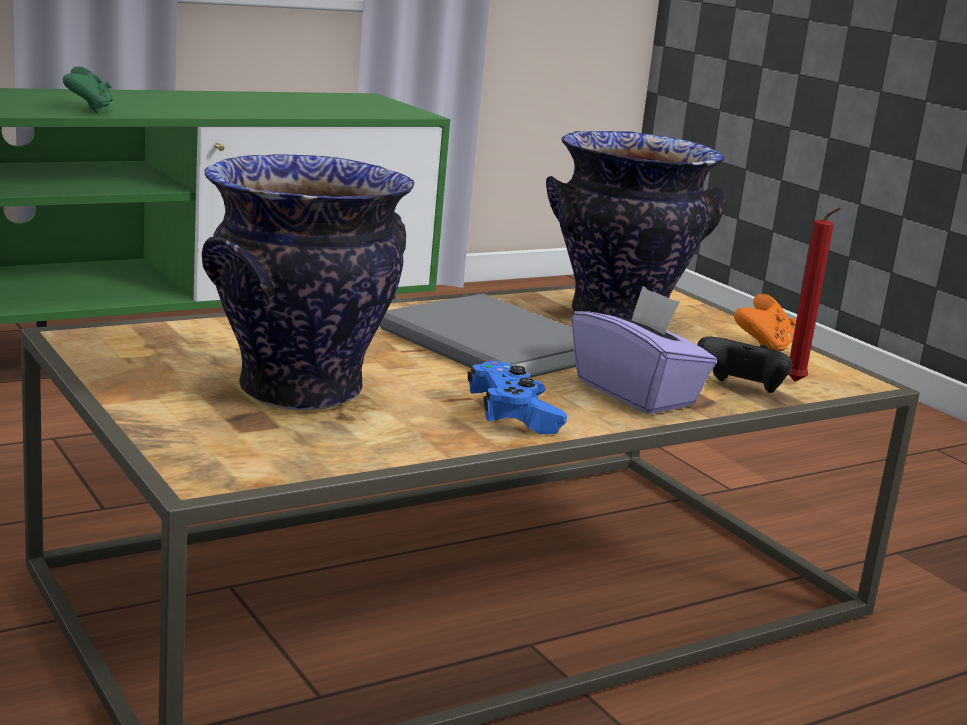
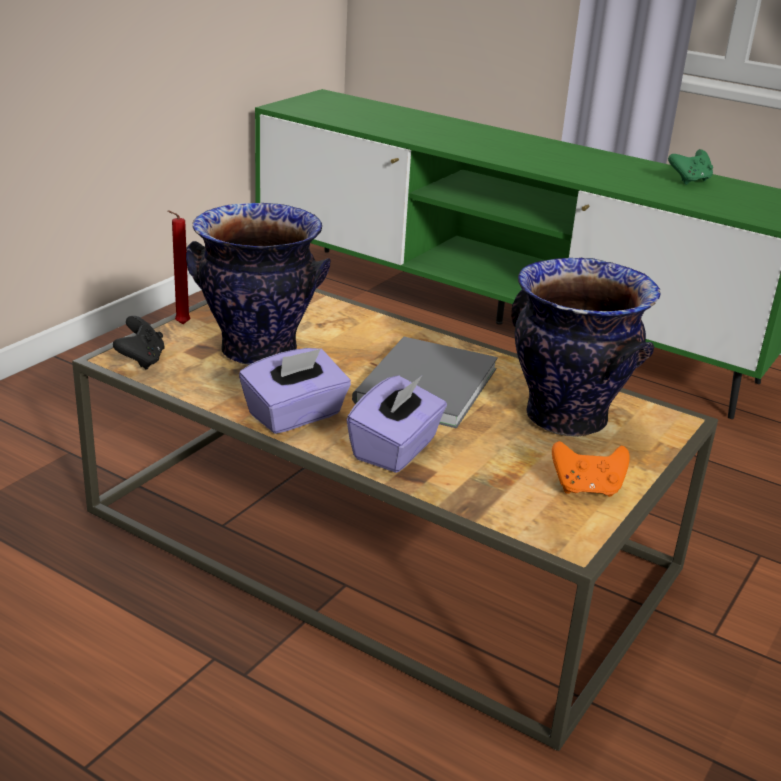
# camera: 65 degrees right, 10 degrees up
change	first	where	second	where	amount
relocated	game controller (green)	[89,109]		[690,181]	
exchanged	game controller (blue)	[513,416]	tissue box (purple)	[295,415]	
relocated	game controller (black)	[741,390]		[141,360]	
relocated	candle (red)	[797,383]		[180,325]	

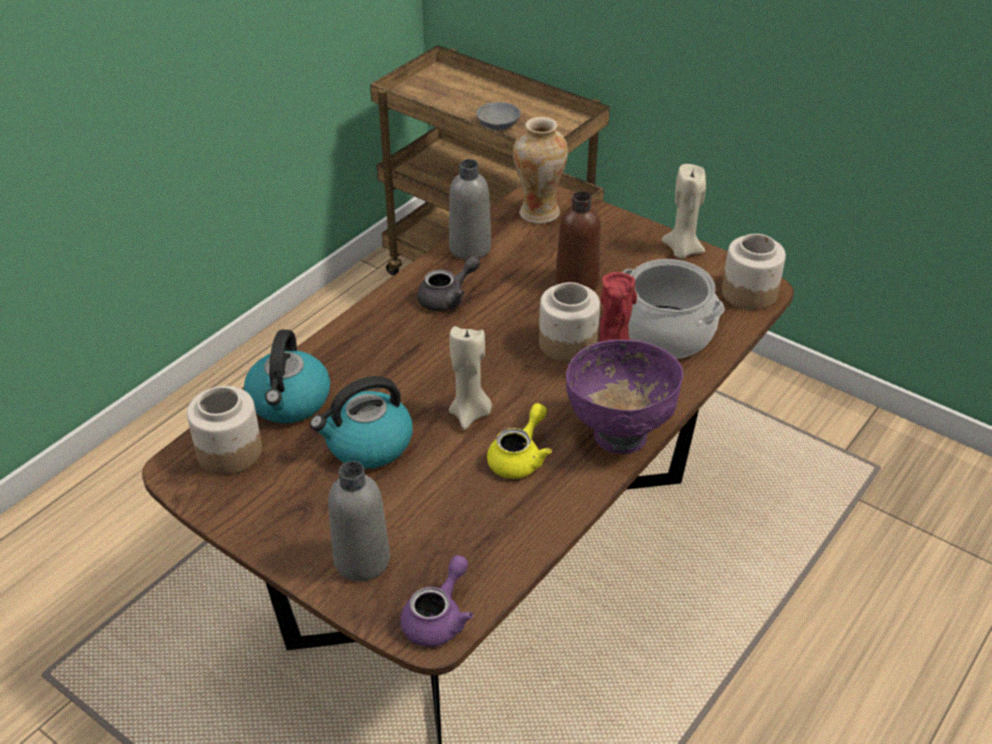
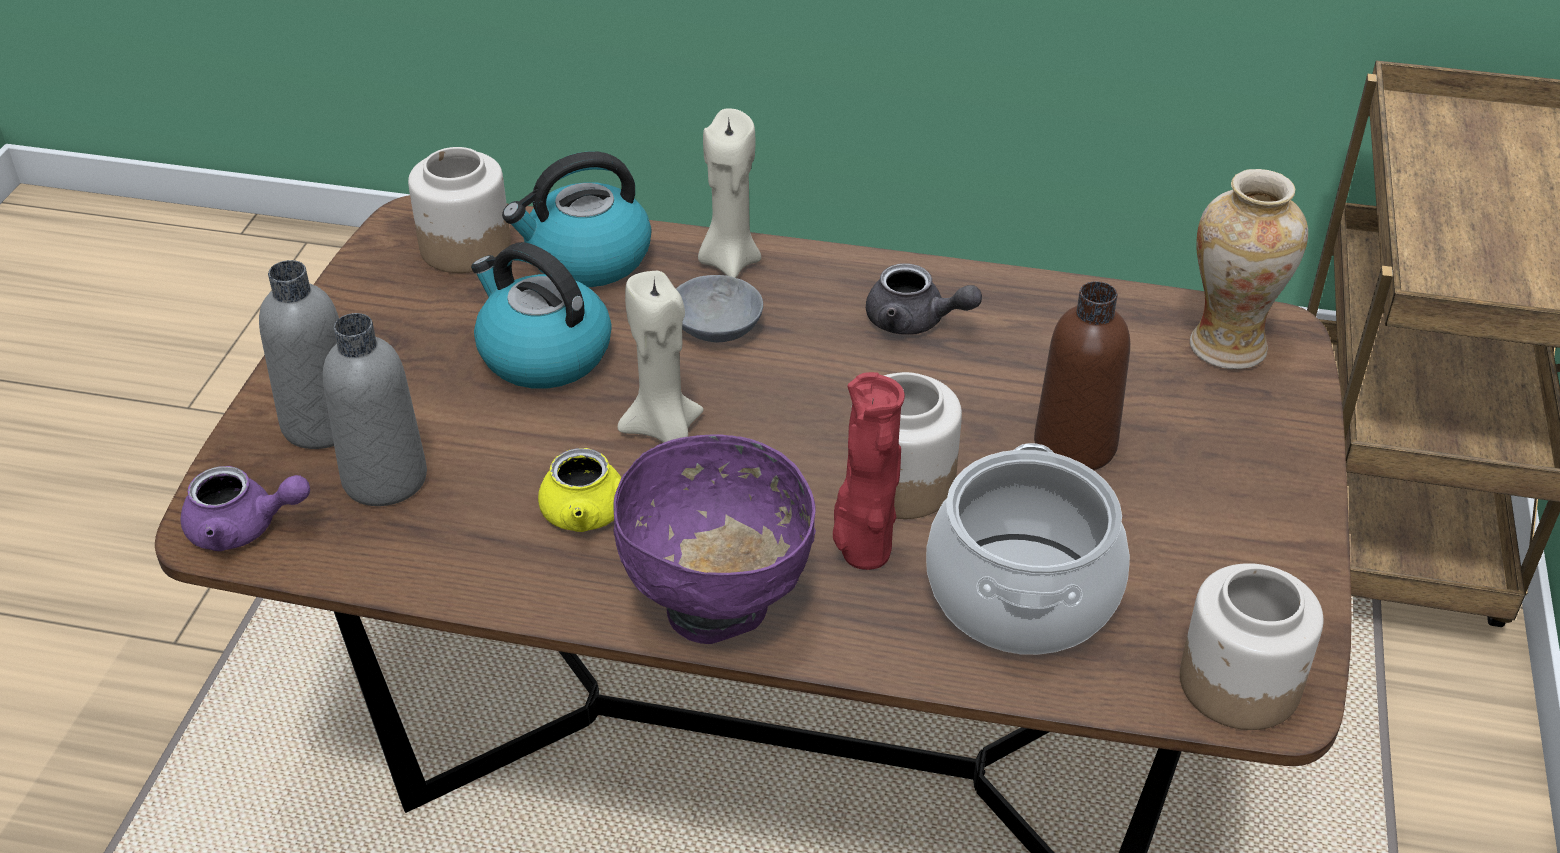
# camera: 65 degrees right, 0 degrees up
change	first	where	second	where	amount
relocated	bottle (grey)	[470,248]		[385,478]	
relocated	bowl (grey)	[498,125]		[714,328]	
relocated	candle (beige)	[682,251]		[729,261]	

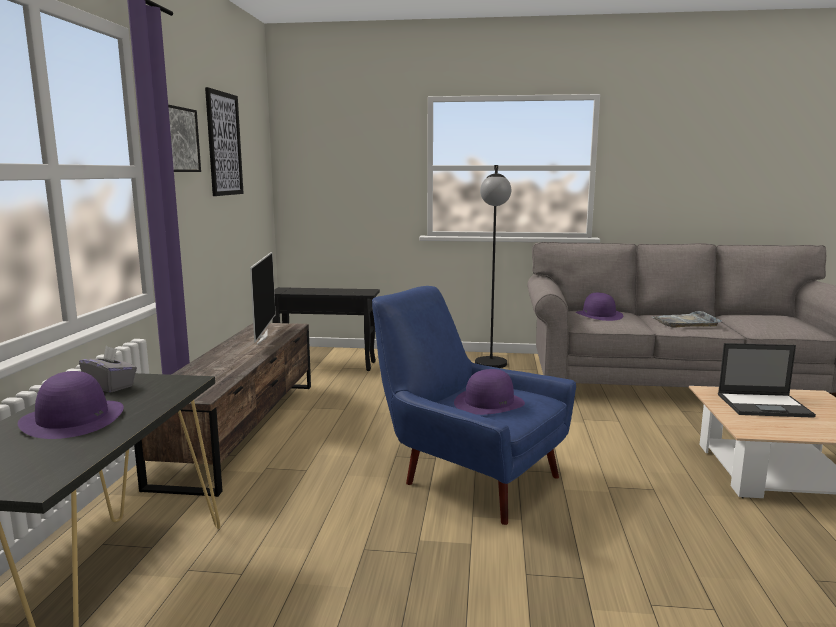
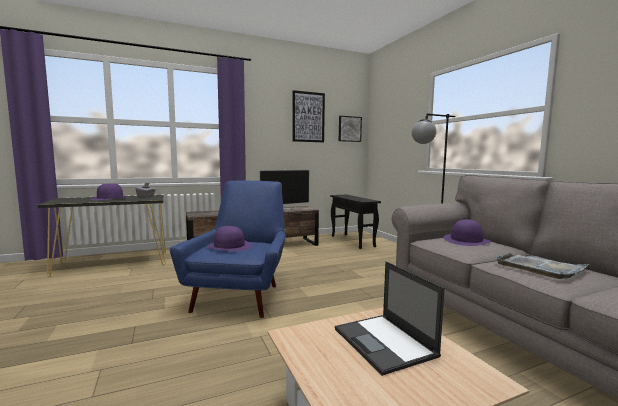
# camera: 60 degrees right, 5 degrees down
change	first	where	second	where	amount
relocated	picture	[177,140]		[349,129]	

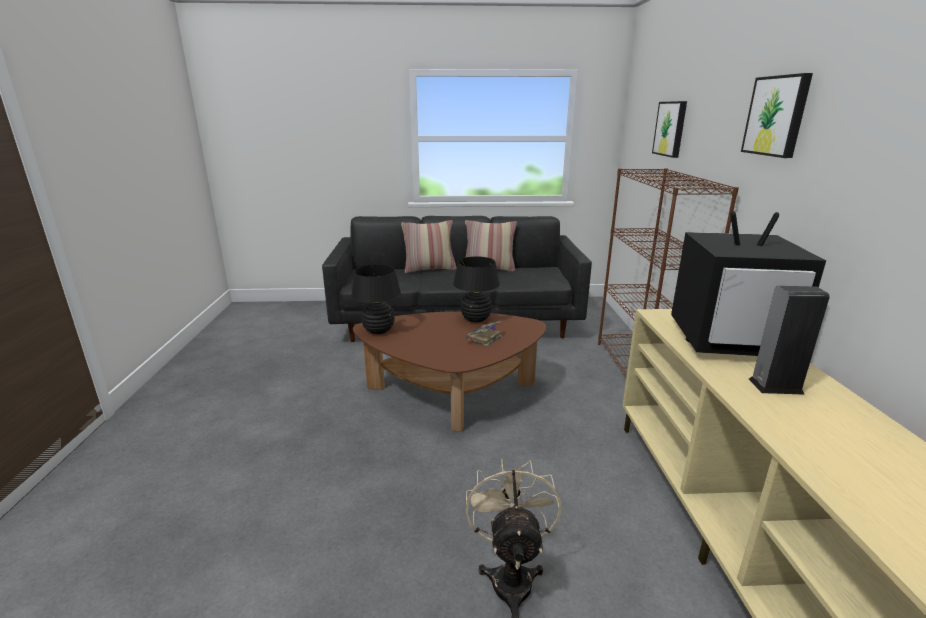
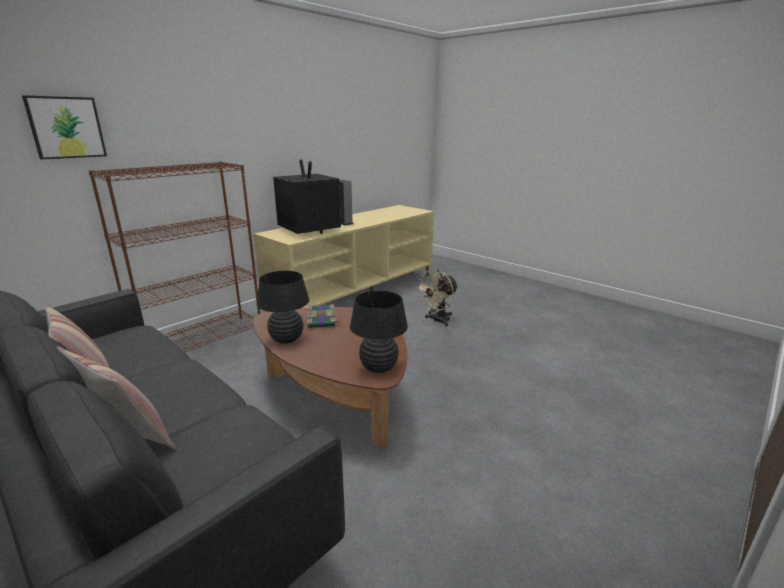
# camera: 135 degrees left, 0 degrees up
change	first	where	second	where	amount
missing	picture	[777,116]			

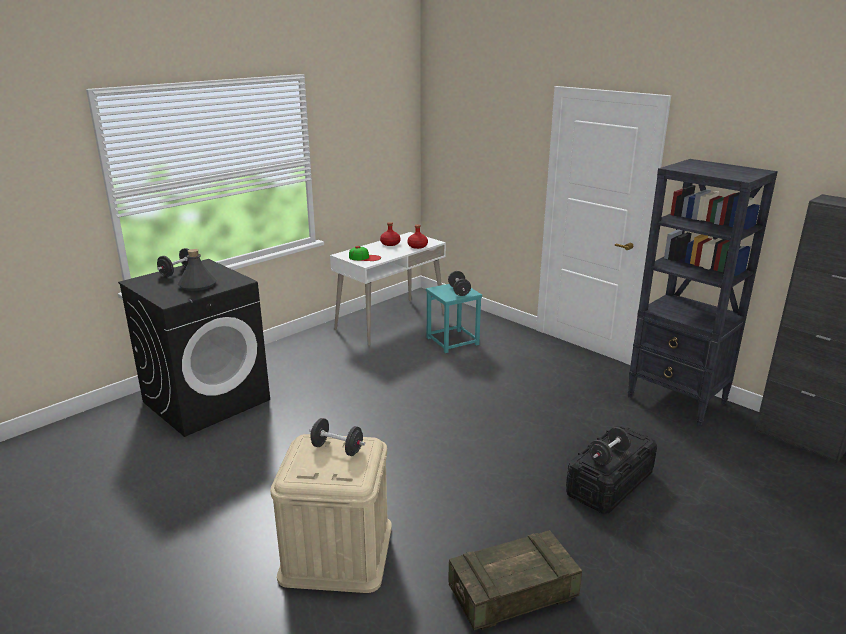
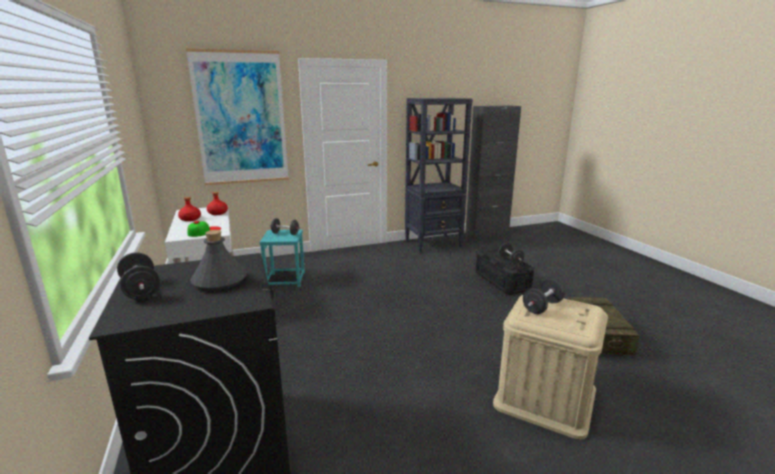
# camera: 65 degrees left, 5 degrees down
change	first	where	second	where	amount
appeared			picture	[241,119]	

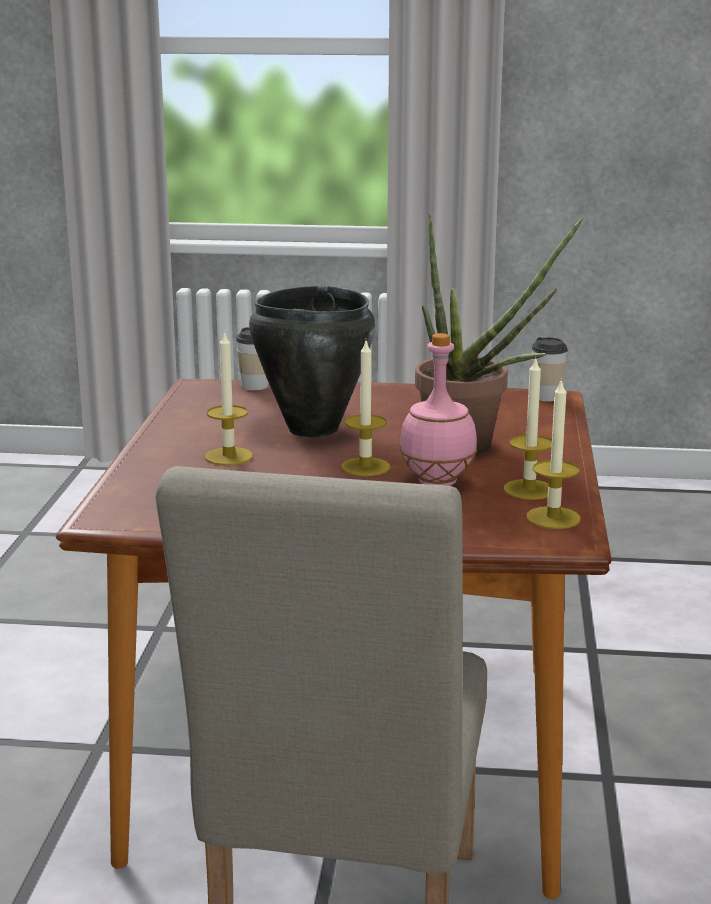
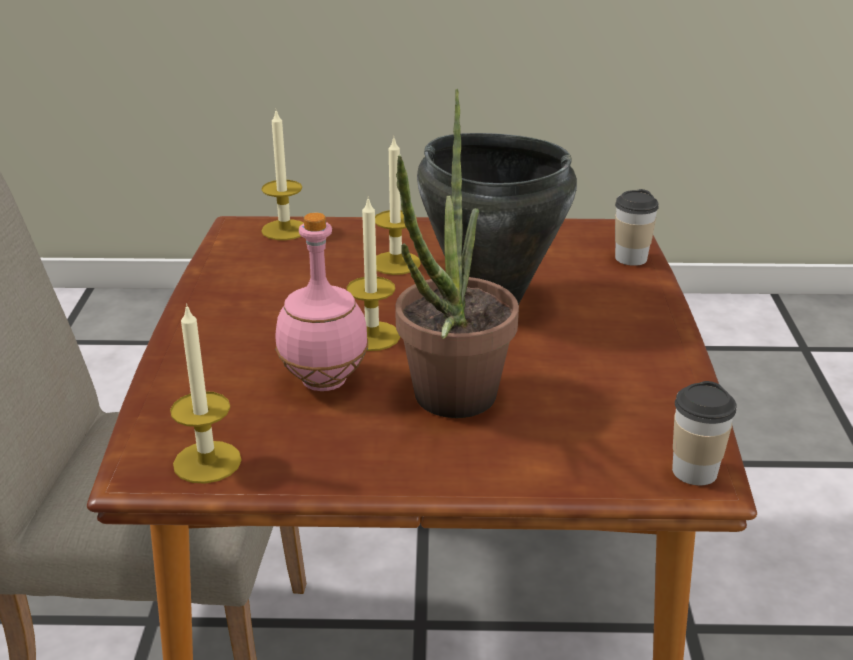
# camera: 85 degrees right, 10 degrees up
change	first	where	second	where	amount
relocated	candle	[529,489]		[285,230]	

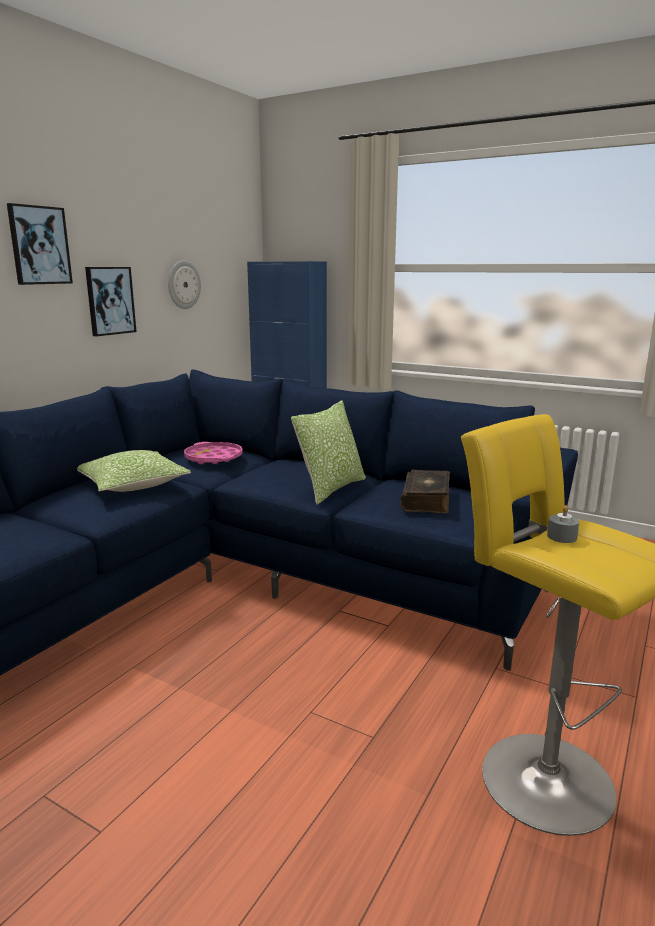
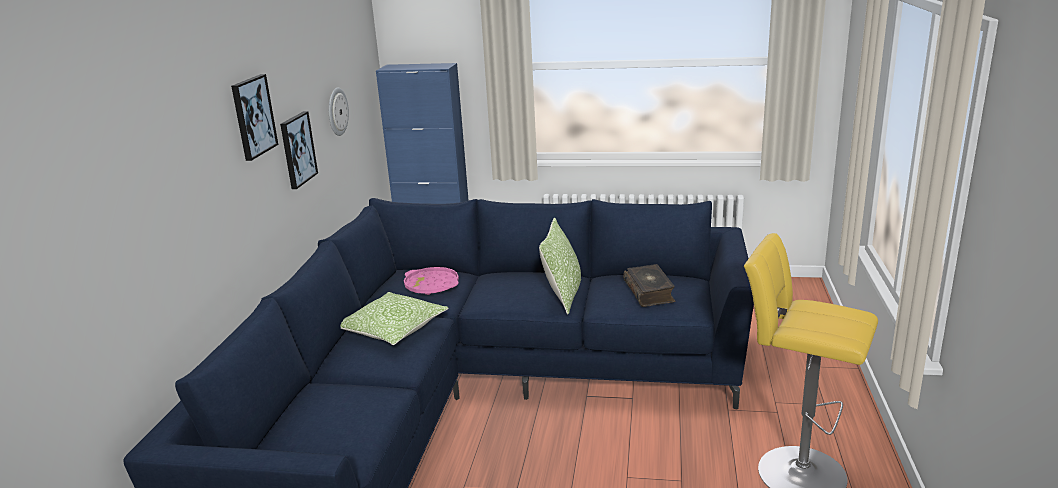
# camera: 20 degrees left, 5 degrees up
change	first	where	second	where	amount
missing	candle (grey)	[562,537]			

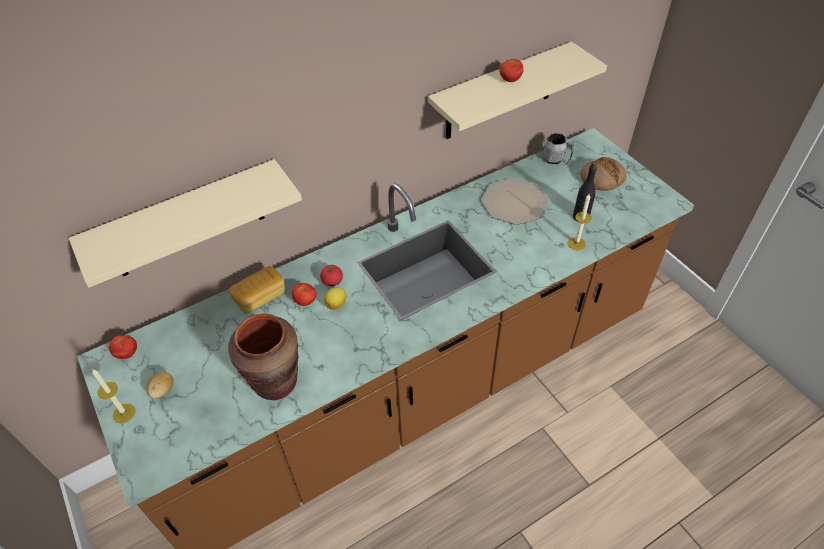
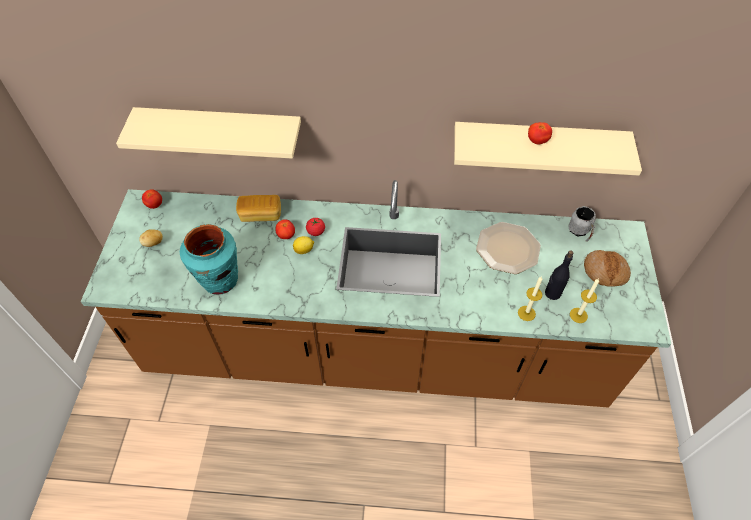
# camera: 35 degrees right, 5 degrees up
change	first	where	second	where	amount
relocated	candle	[124,413]		[578,315]	
colour	vase (brown)	[275,382]	vase (turquoise)	[220,281]	

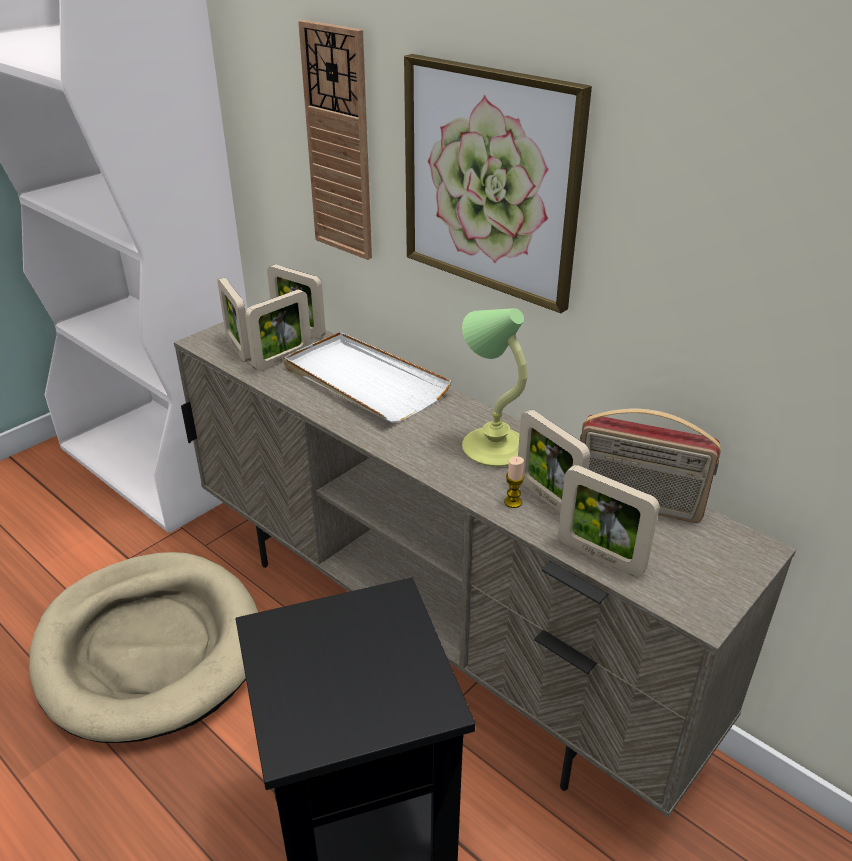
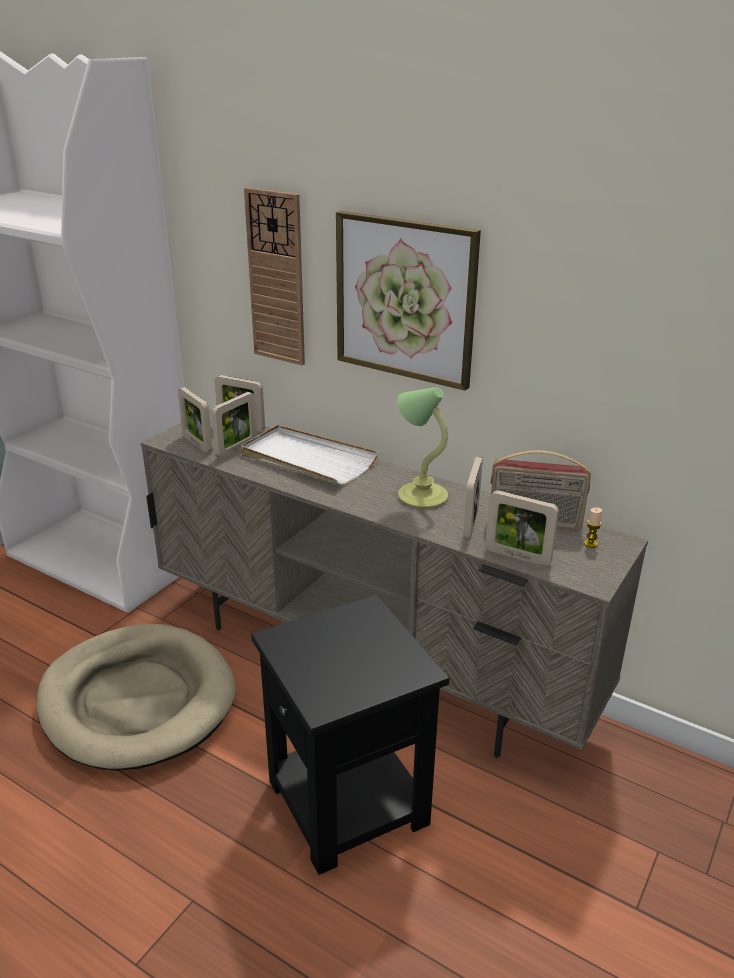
# camera: 10 degrees left, 5 degrees down
change	first	where	second	where	amount
relocated	candle	[513,502]		[590,544]	
spun	picture frame	[547,499]		[470,525]	60 degrees clockwise

